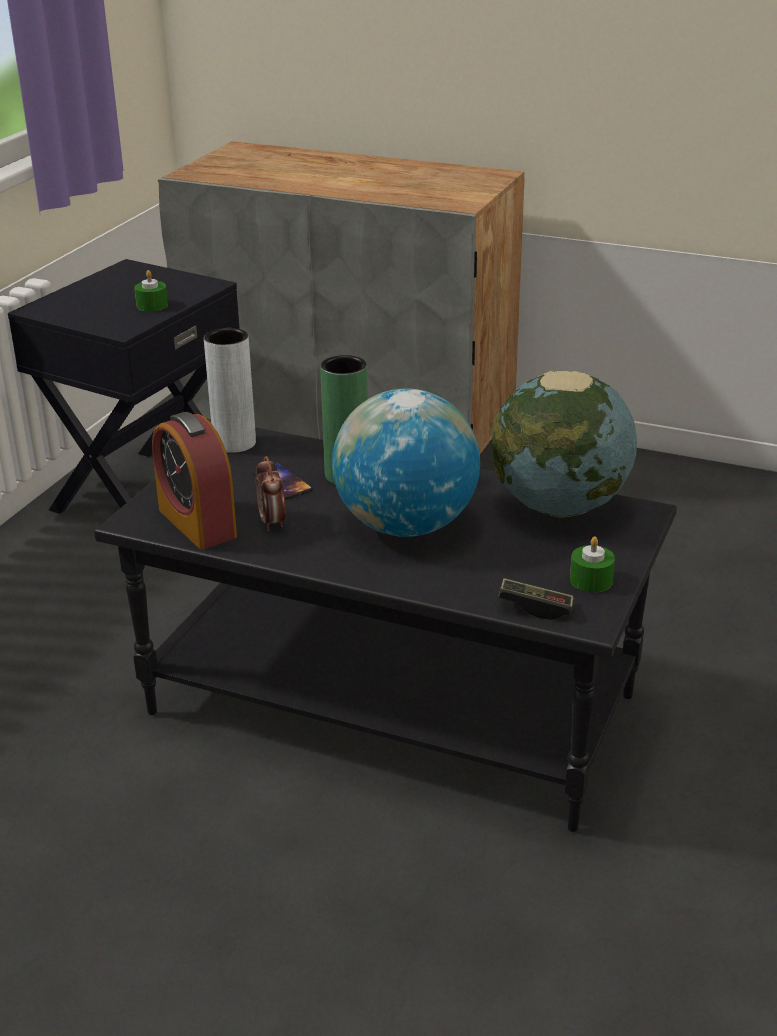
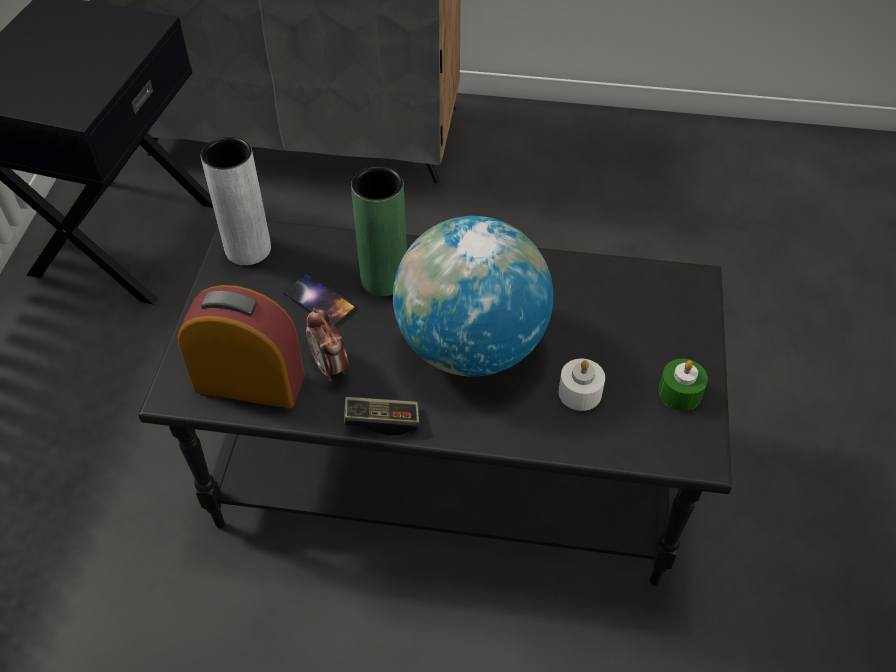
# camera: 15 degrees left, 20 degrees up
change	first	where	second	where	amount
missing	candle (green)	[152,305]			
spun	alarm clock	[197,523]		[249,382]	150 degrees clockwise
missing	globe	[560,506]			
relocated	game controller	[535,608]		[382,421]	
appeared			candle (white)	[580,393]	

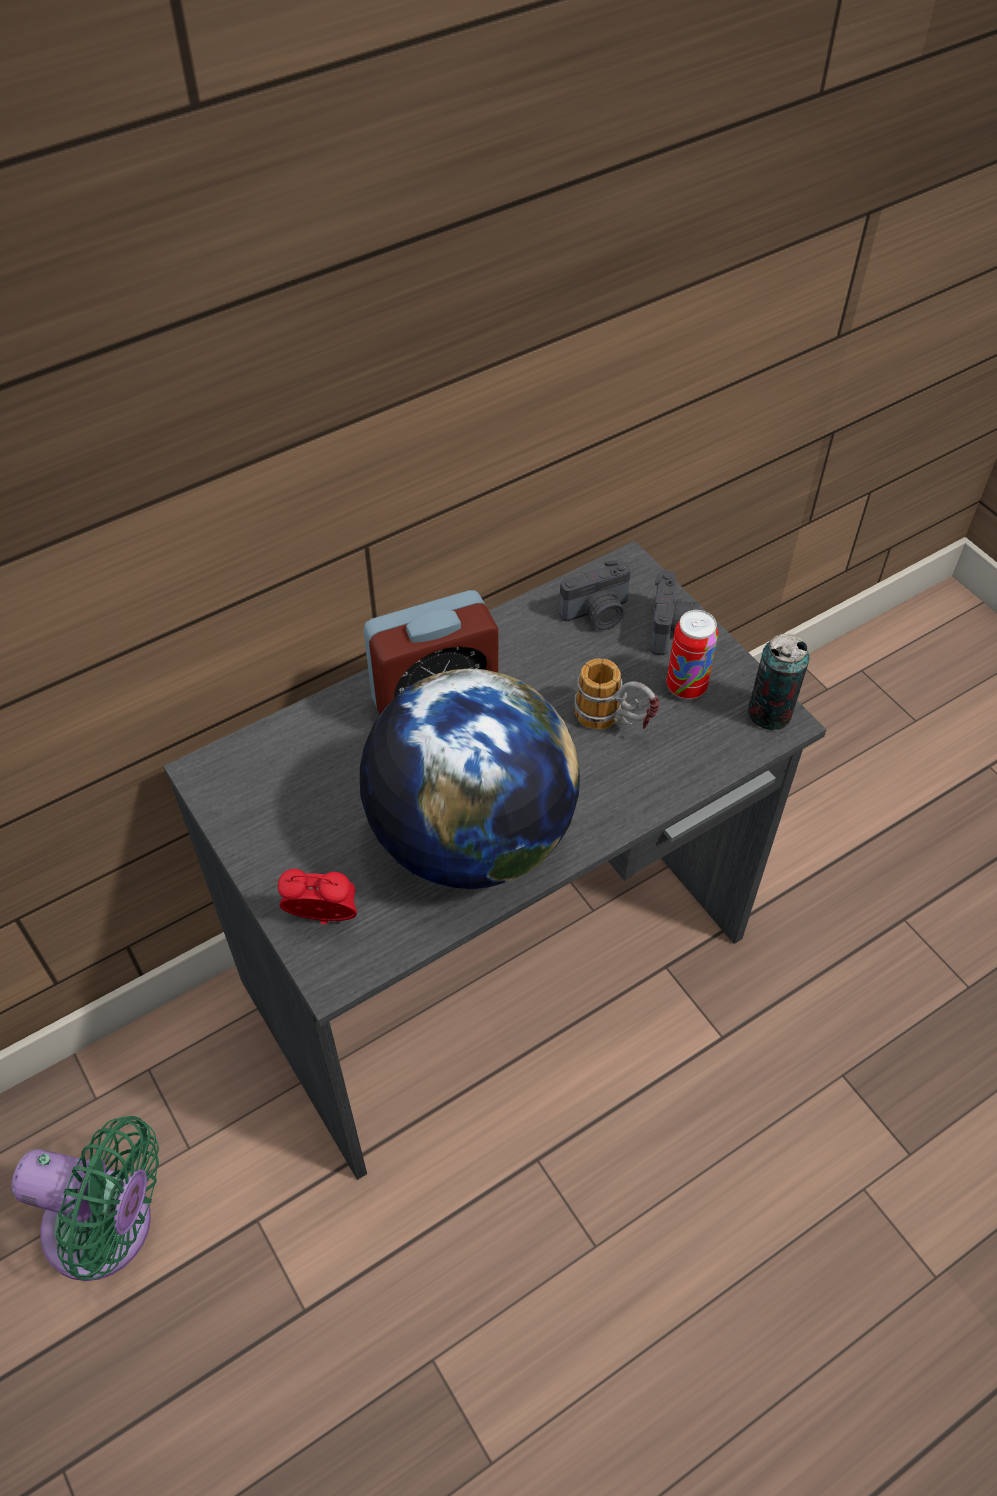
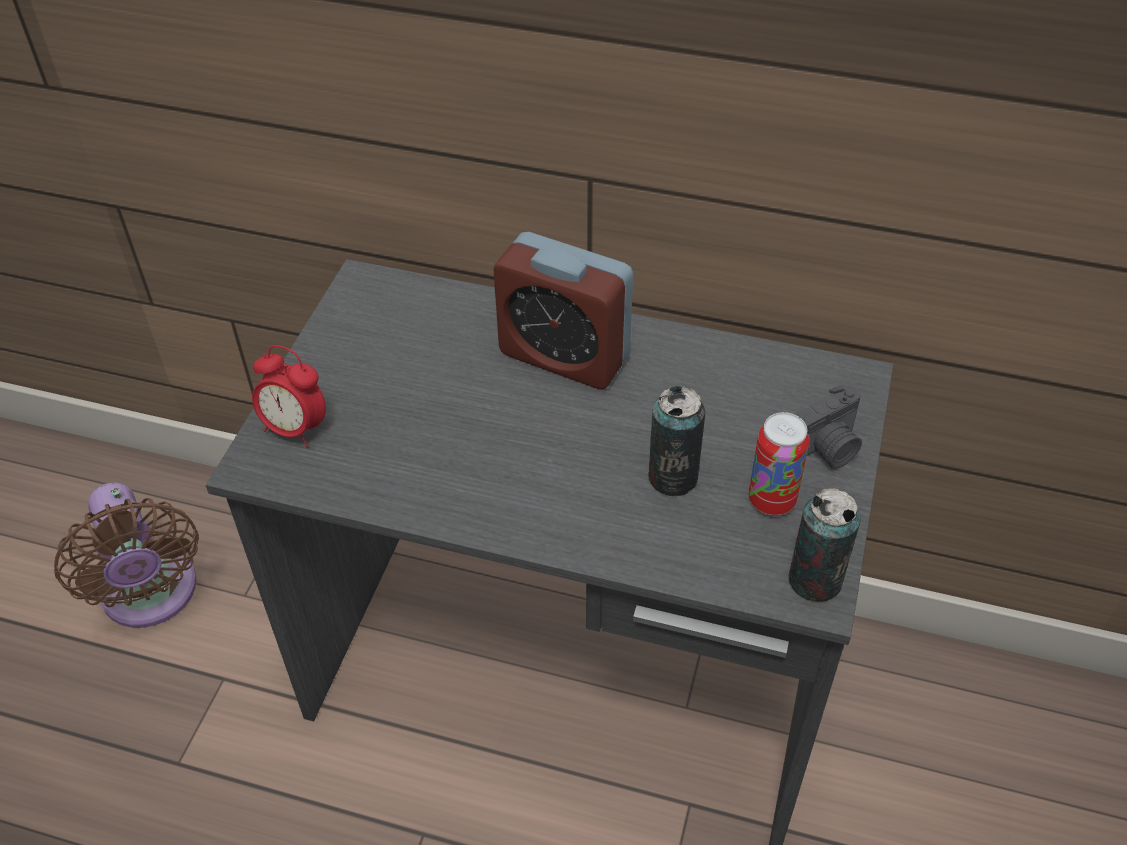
# camera: 50 degrees right, 5 degrees down
change	first	where	second	where	amount
colour	fan (green)	[109,1228]	fan (brown)	[151,597]	
spun	alarm clock	[324,920]		[295,429]	150 degrees clockwise
missing	globe	[470,838]			
missing	photo camera	[597,614]			
exchanged	mug	[614,723]	can	[673,477]	

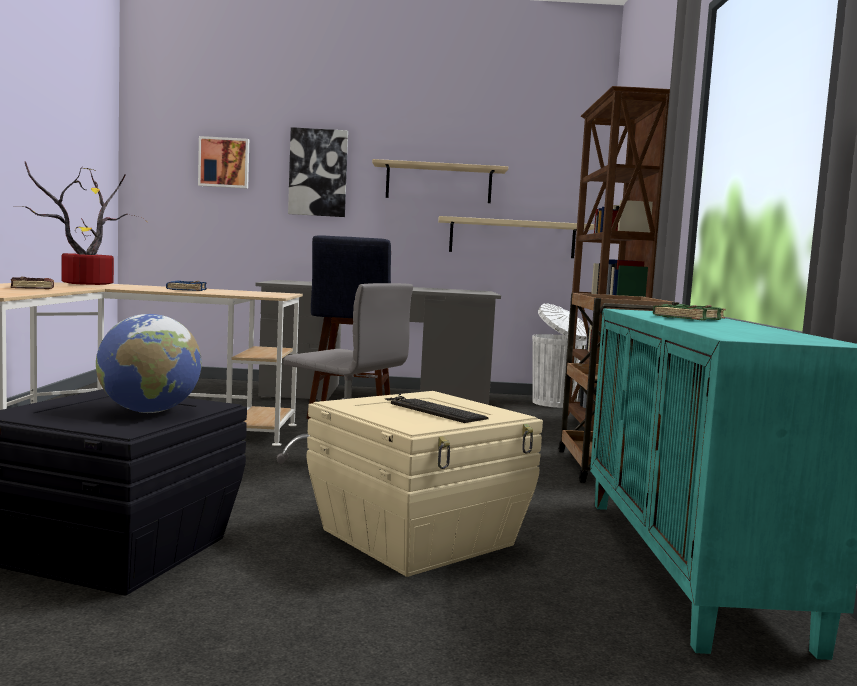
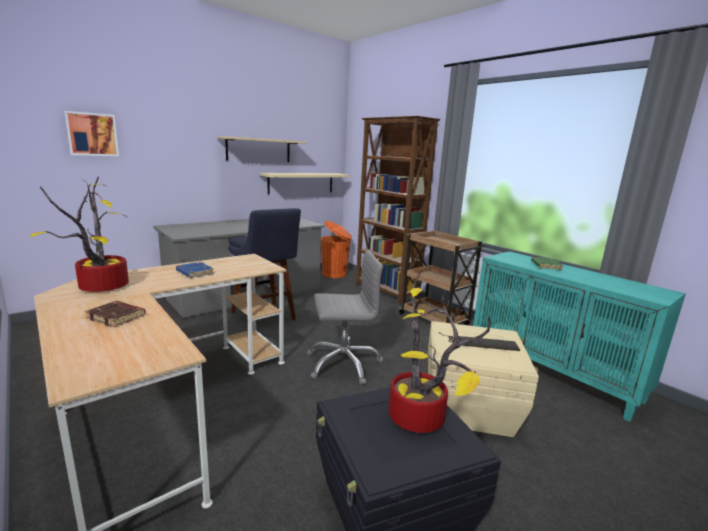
# camera: 40 degrees left, 10 degrees up
change	first	where	second	where	amount
exchanged	globe	[149,412]	potted plant	[421,418]	
missing	picture	[318,173]			
colour	trash can (white)	[556,403]	trash can (orange)	[335,274]	

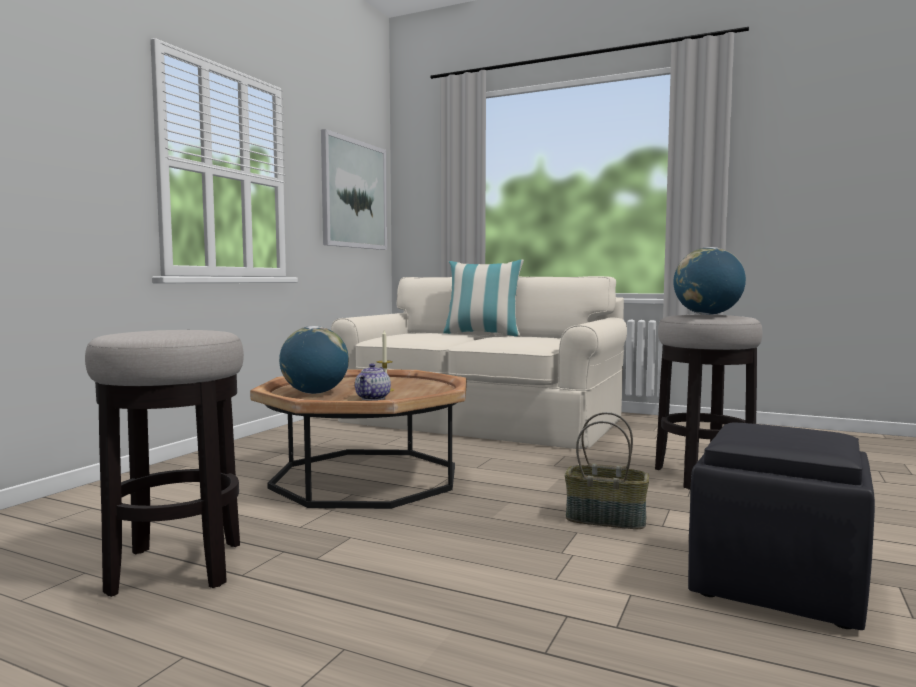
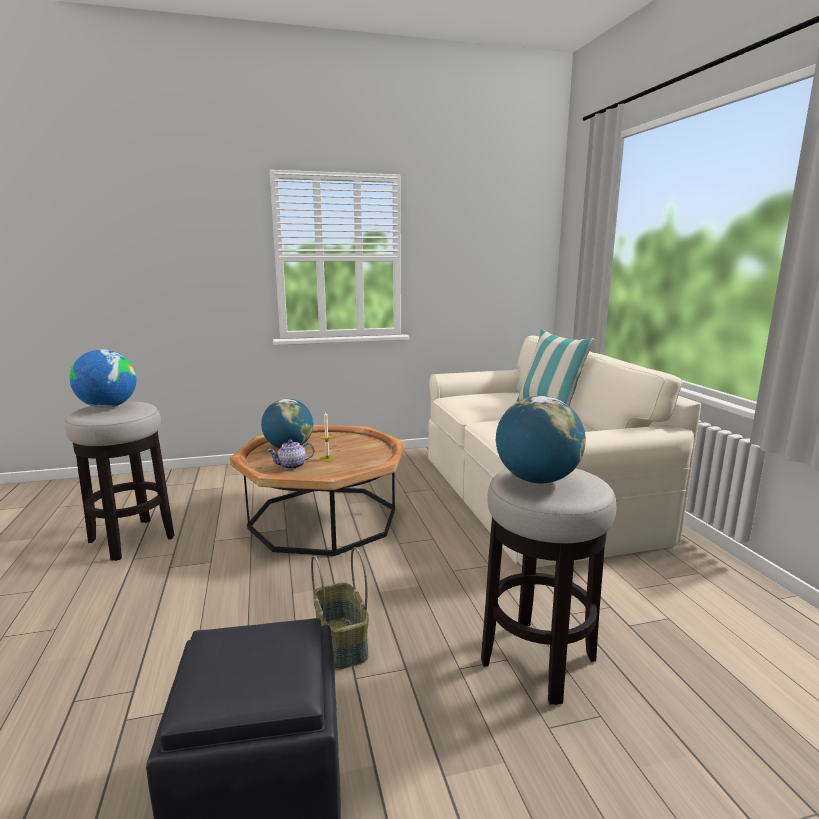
# camera: 50 degrees right, 10 degrees up
change	first	where	second	where	amount
missing	picture	[354,194]			
appeared			globe	[108,407]	

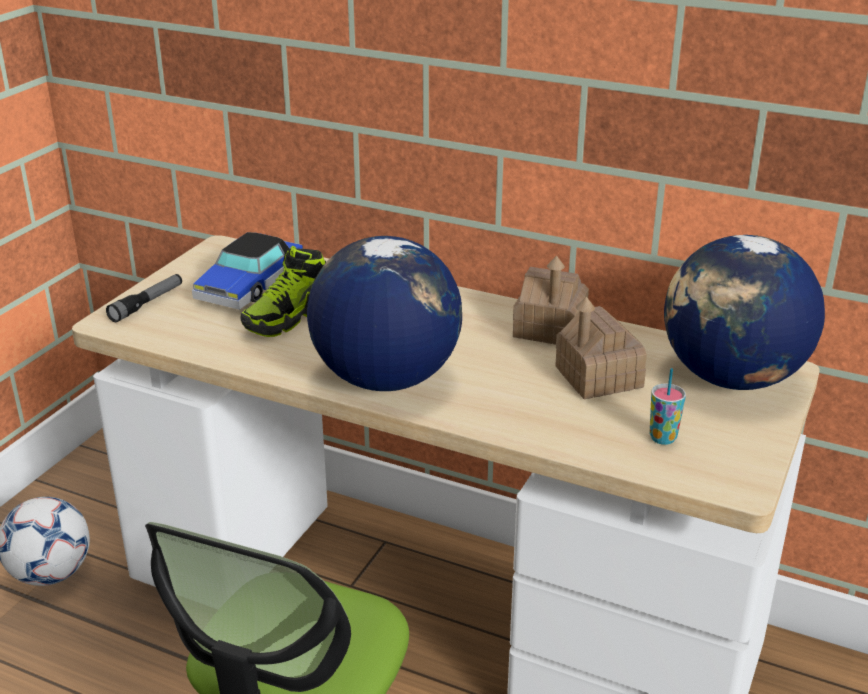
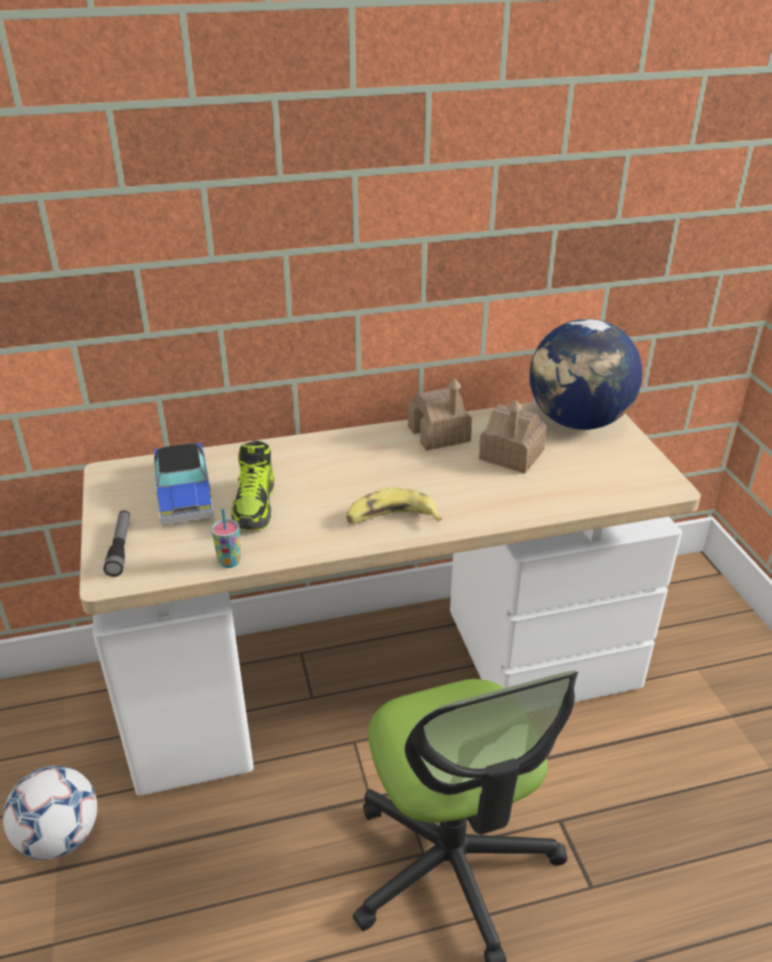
# camera: 40 degrees left, 5 degrees up
change	first	where	second	where	amount
exchanged	globe	[385,379]	banana	[391,519]	
relocated	cup	[662,438]		[229,562]	

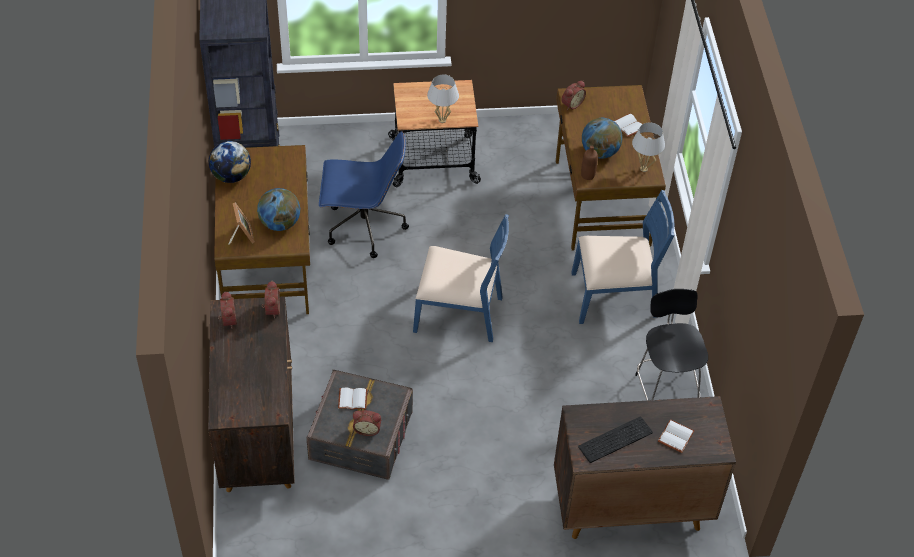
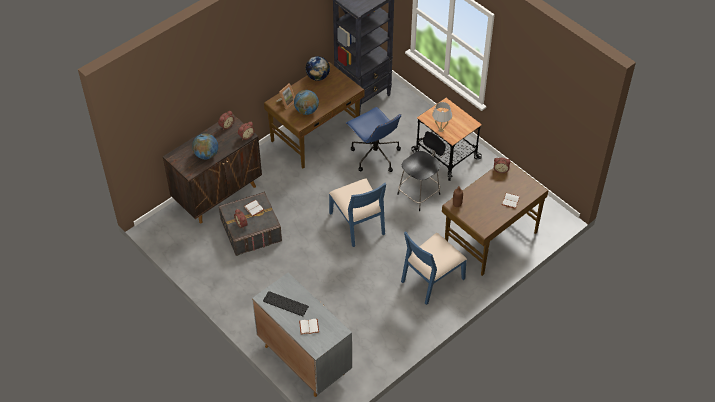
# camera: 55 degrees right, 0 degrees up
change	first	where	second	where	amount
colour	cabinet (brown)	[630,506]	cabinet (grey)	[304,359]	
spun	chair (blue)	[615,296]		[431,279]	90 degrees clockwise
relocated	globe	[599,152]		[206,155]	
missing	table lamp (white)	[643,169]			
relocated	chair (black)	[665,390]		[420,193]	

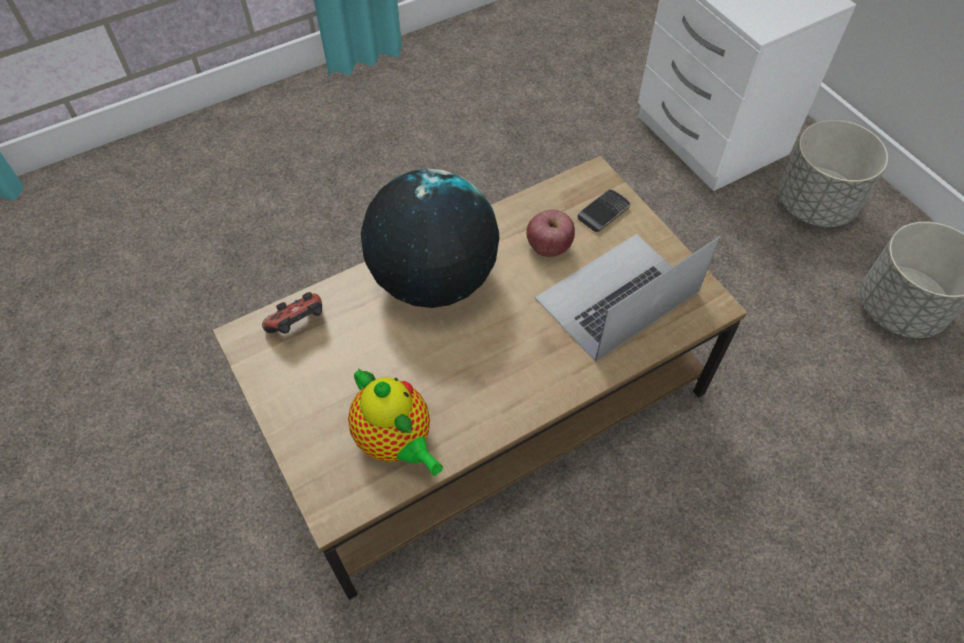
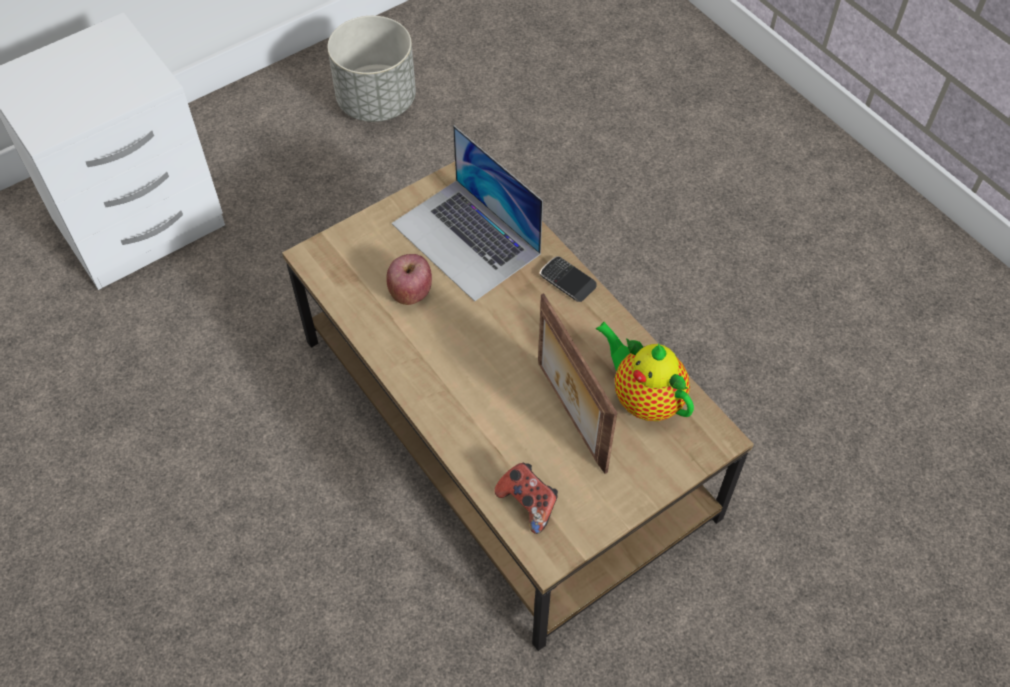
# camera: 95 degrees left, 0 degrees up
change	first	where	second	where	amount
spun	teapot	[396,441]		[644,398]	90 degrees counterclockwise
missing	globe	[433,280]			
relocated	phone	[604,212]		[567,281]	
missing	planter (grey)	[815,205]			
appeared			picture frame	[569,415]	

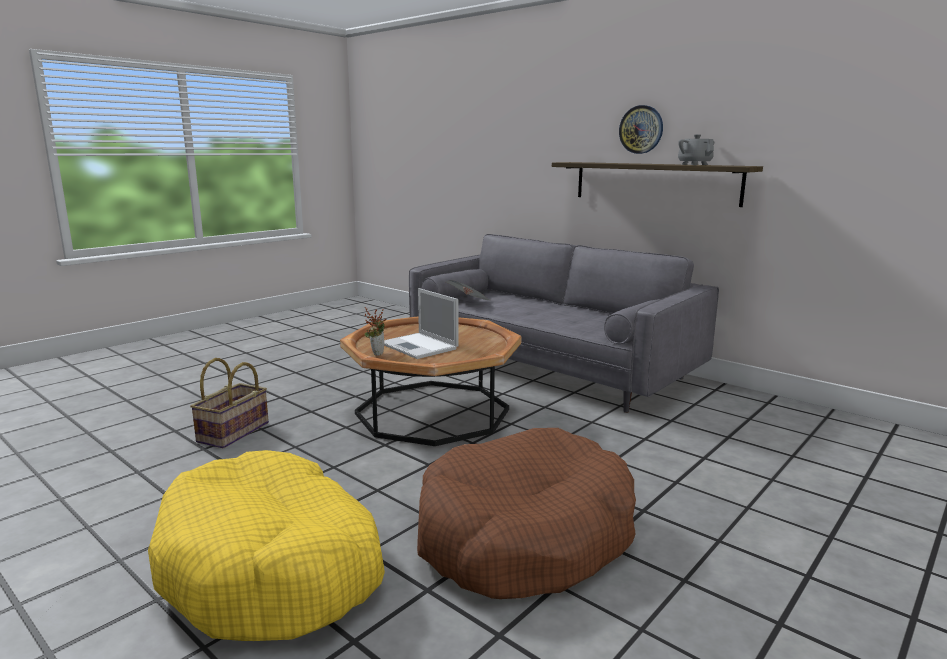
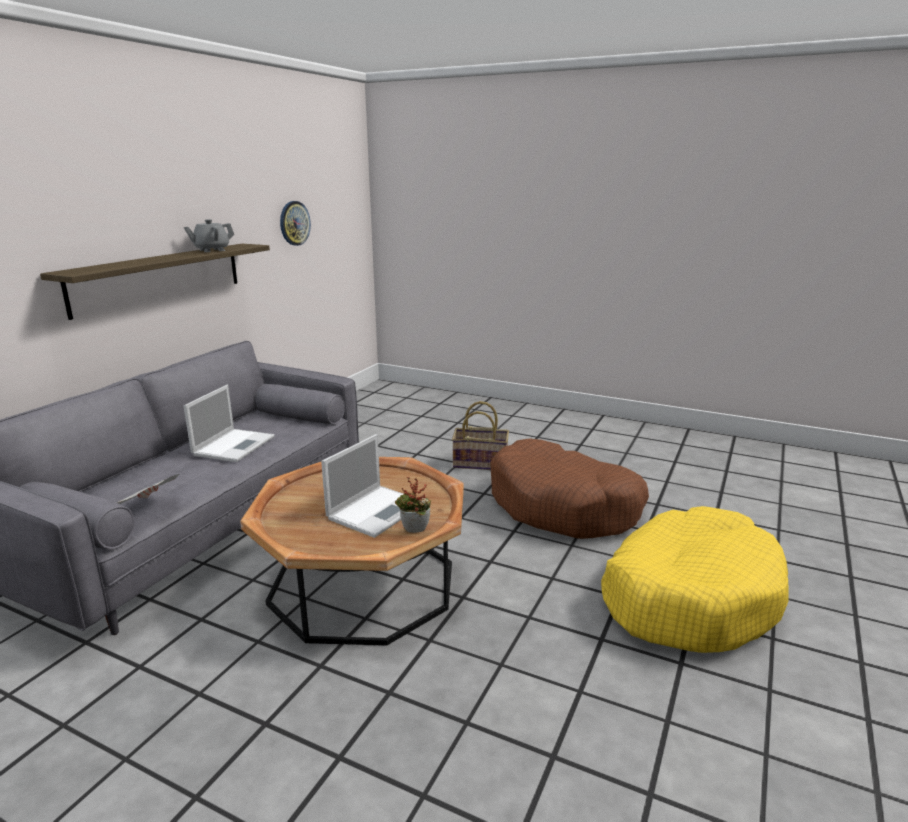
# camera: 105 degrees left, 5 degrees up
change	first	where	second	where	amount
relocated	basket	[234,433]		[480,463]	
relocated	wall clock	[641,129]		[294,223]	
appeared			laptop	[234,445]	

